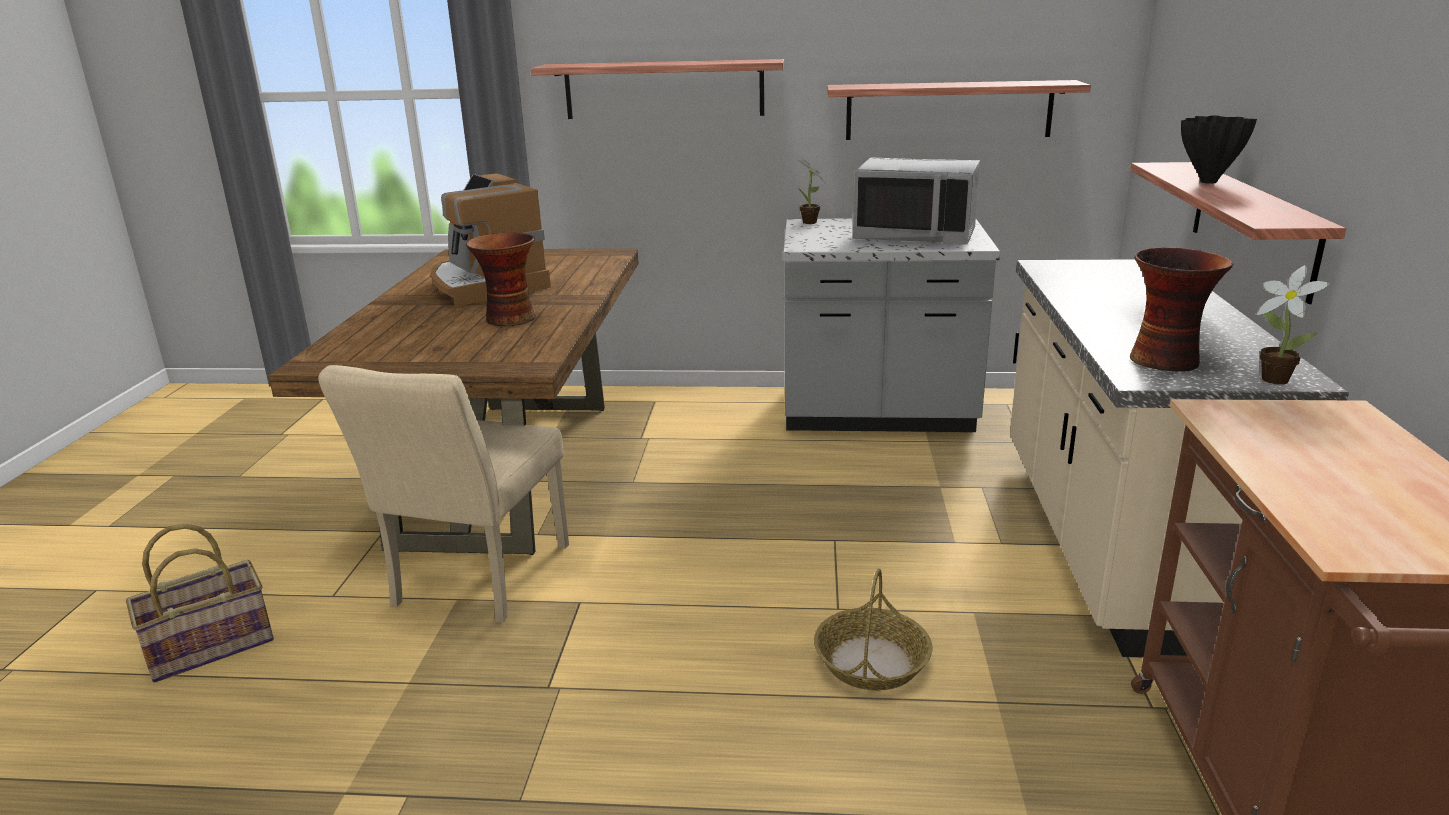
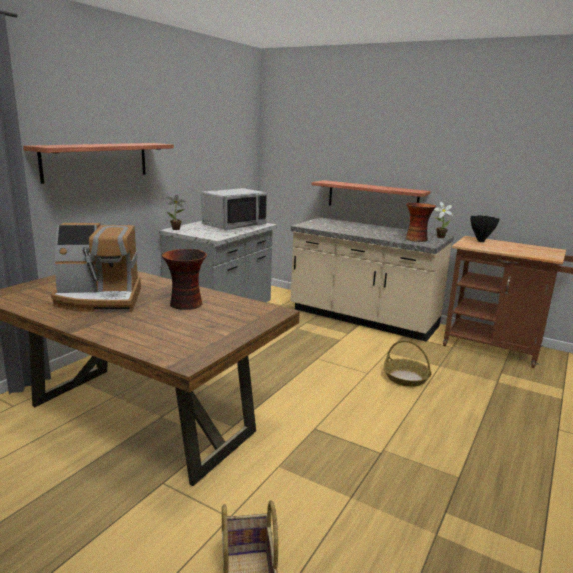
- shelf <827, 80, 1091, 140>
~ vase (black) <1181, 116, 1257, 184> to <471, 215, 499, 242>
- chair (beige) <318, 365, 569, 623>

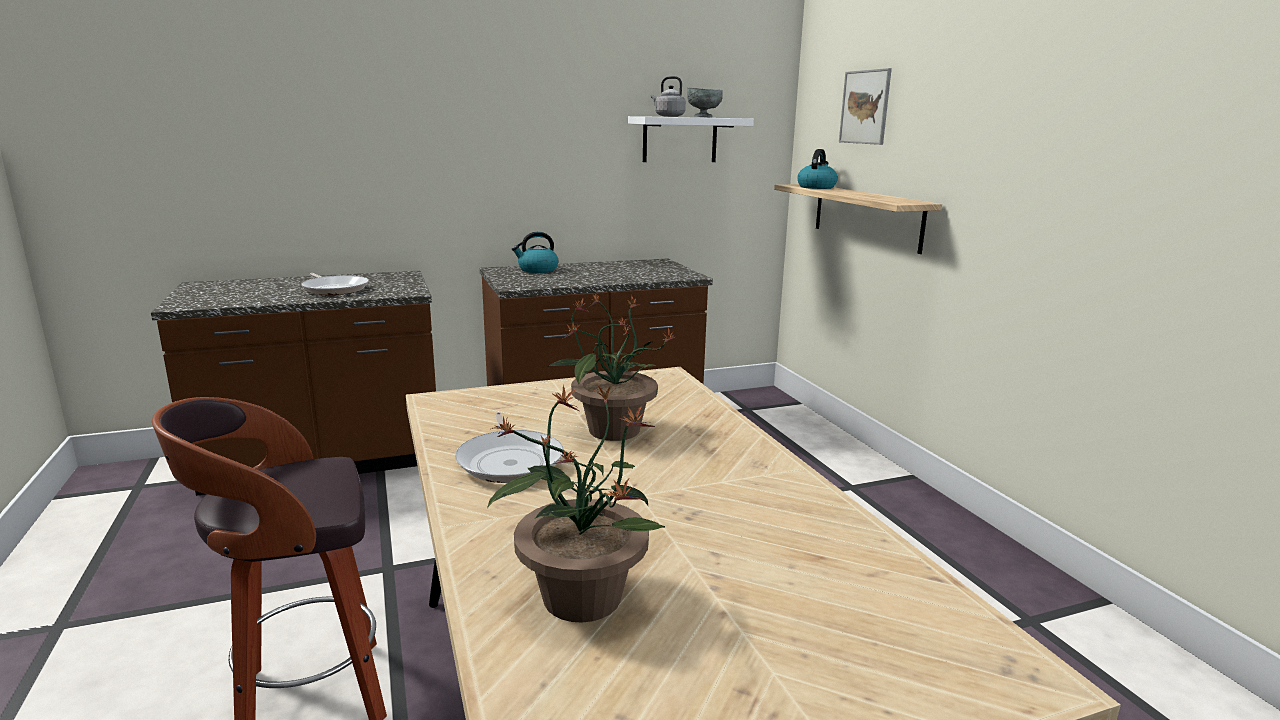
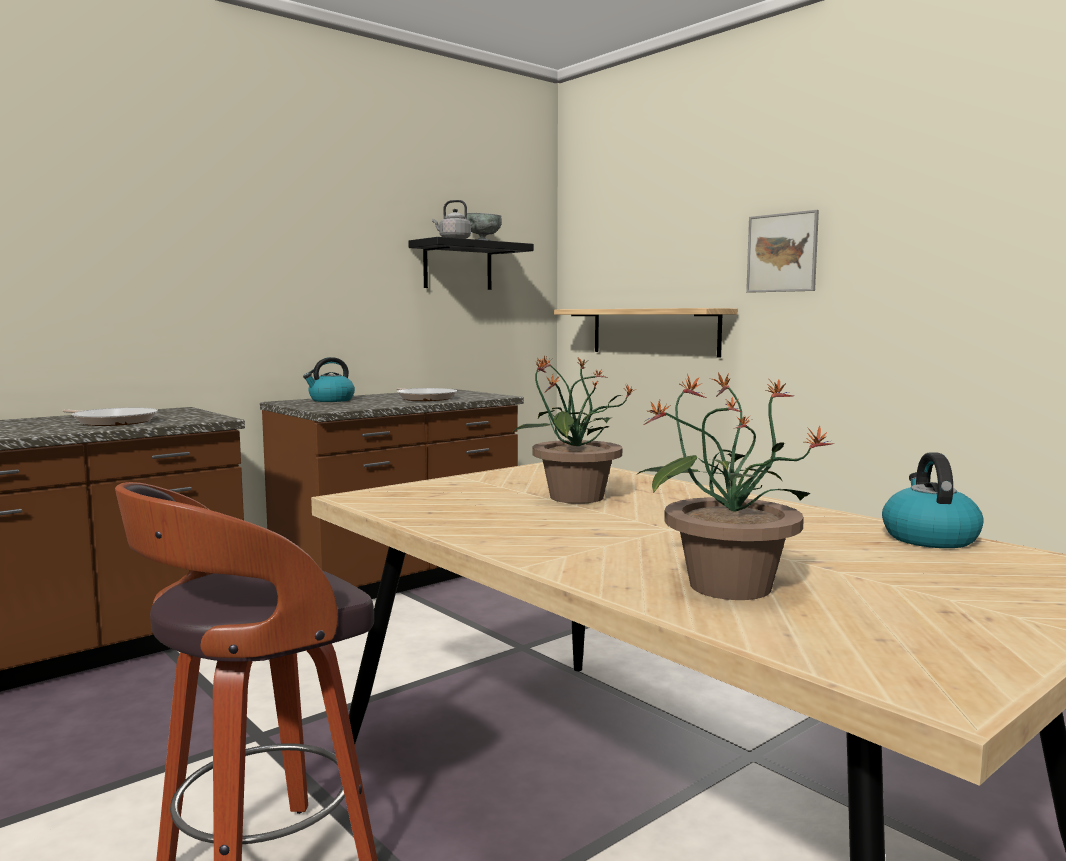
~ picture <839, 68, 892, 145> to <746, 210, 819, 293>
~ shelf (white) <628, 116, 754, 162> to shelf (black) <408, 237, 534, 290>
~ kettle <797, 149, 838, 189> to <882, 452, 984, 548>
~ frying pan <455, 412, 564, 483> to <396, 388, 457, 401>

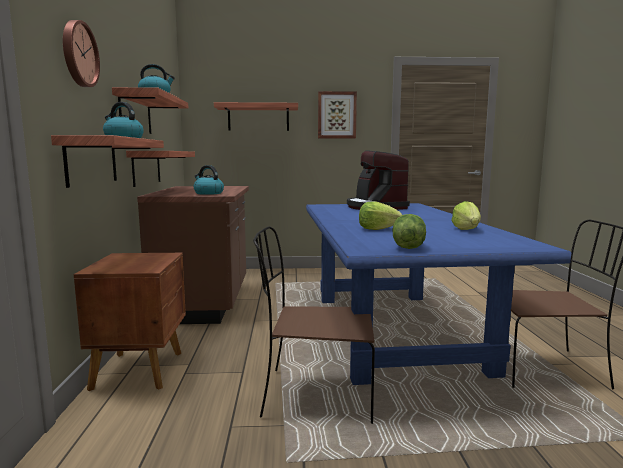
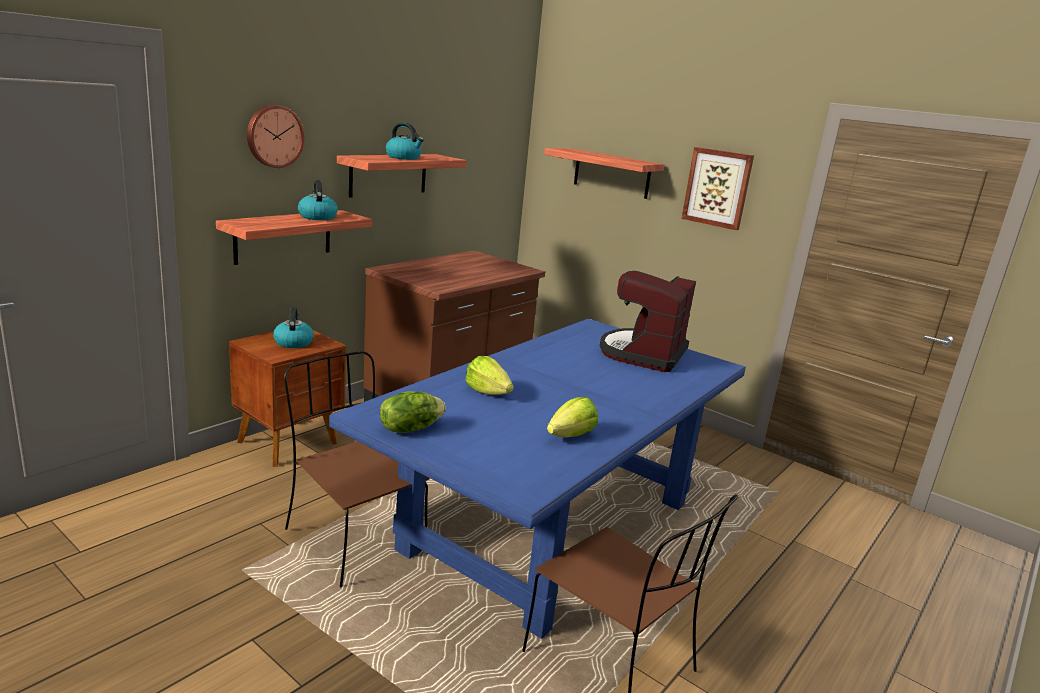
- shelf <126, 151, 195, 187>
~ kettle <194, 165, 224, 195> to <273, 307, 314, 348>

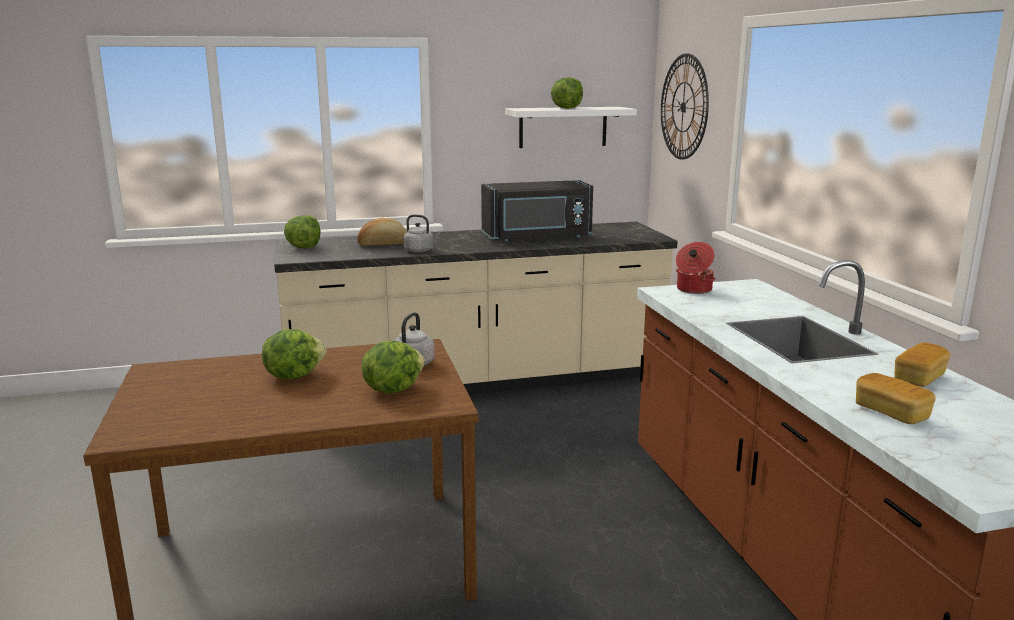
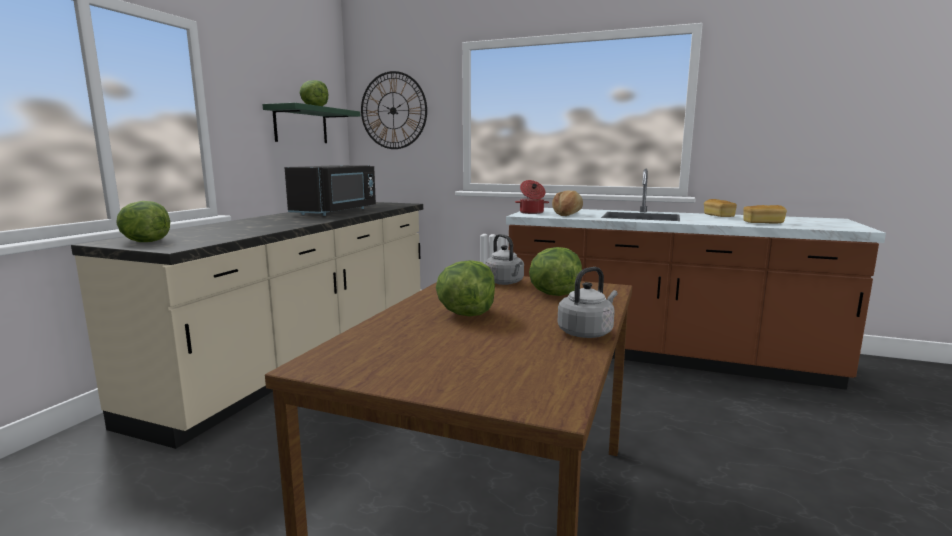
~ shelf (white) <505, 107, 637, 148> to shelf (green) <262, 103, 360, 143>
~ kettle (grey) <403, 215, 440, 253> to <558, 267, 618, 338>
~ bread <357, 218, 407, 246> to <552, 191, 583, 216>

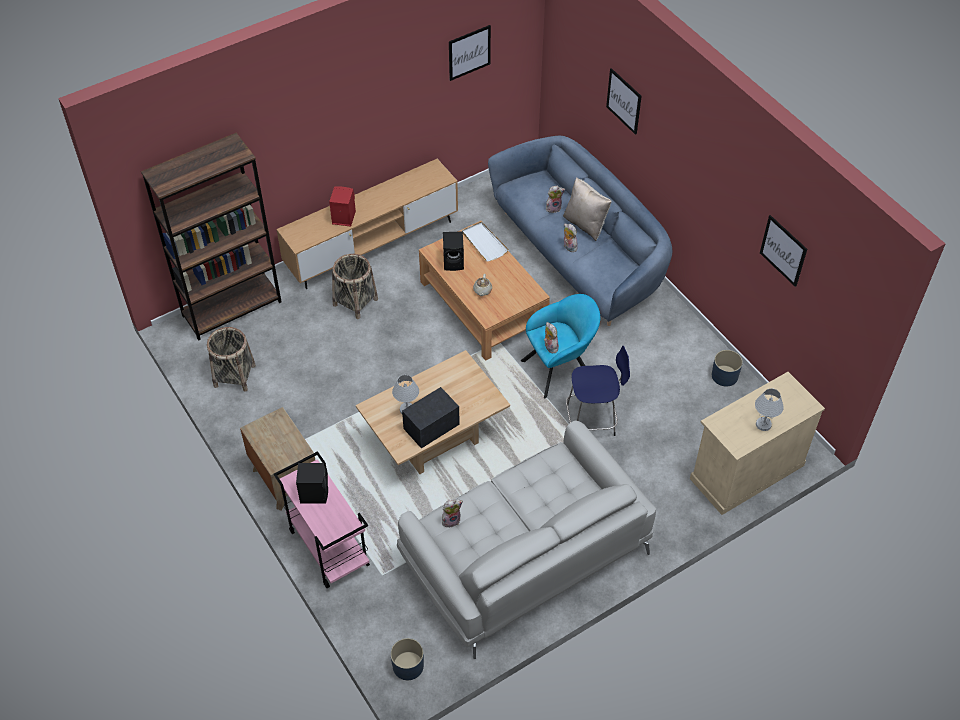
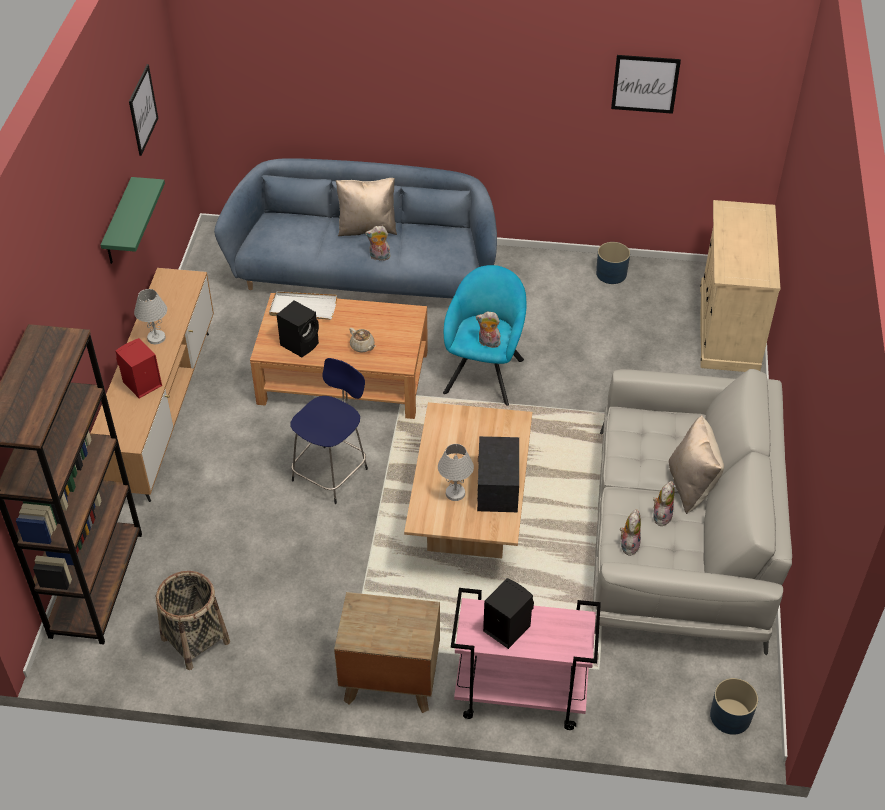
- picture <606, 68, 642, 135>
~ plush toy <546, 186, 565, 213> to <653, 481, 675, 526>
- basket <332, 254, 378, 319>
~ stool (blue) <566, 346, 630, 436> to <290, 358, 368, 504>
~ table lamp (white) <755, 388, 784, 431> to <134, 289, 167, 344>
+ shelf (green) <100, 177, 165, 264>
+ pillow (beige) <669, 415, 724, 514>

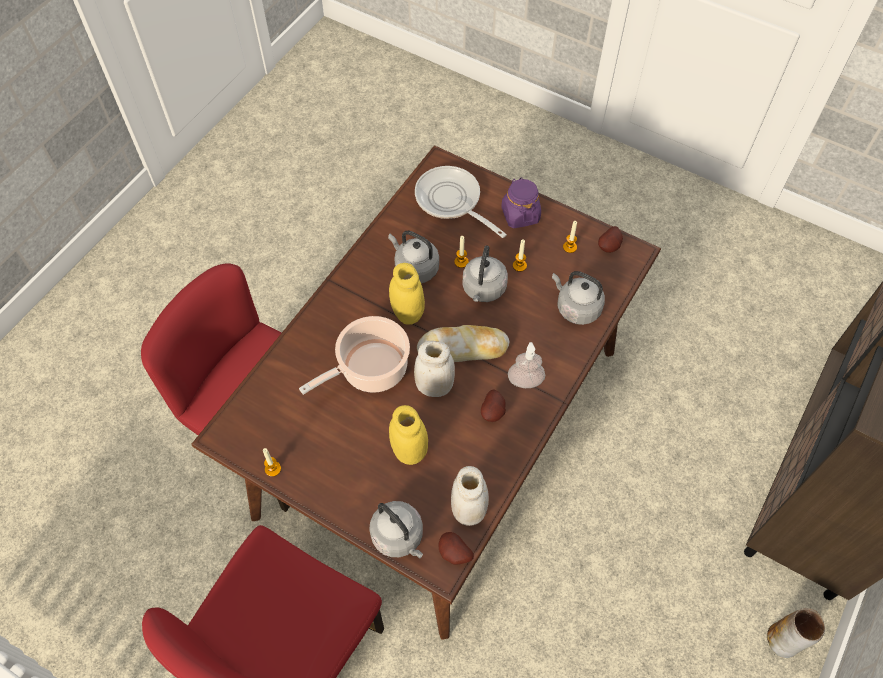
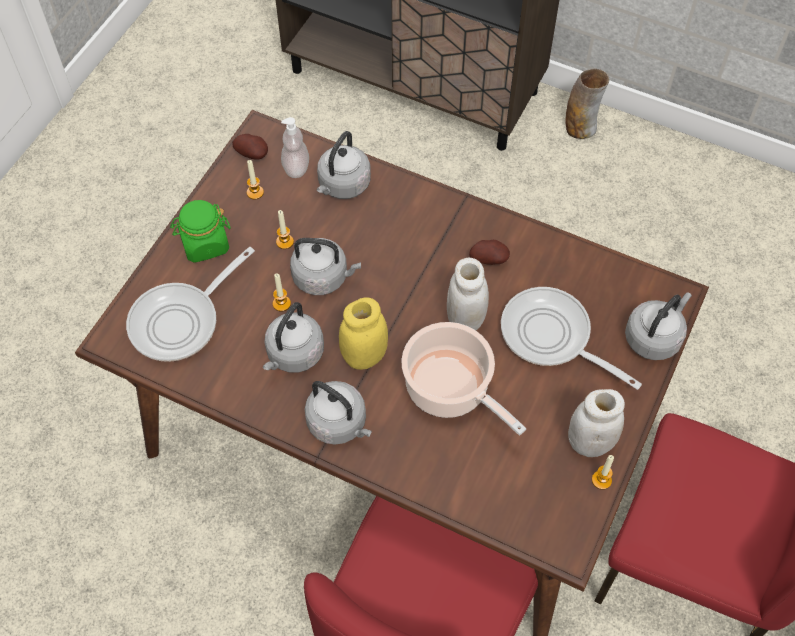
~ jar (purple) <501, 177, 541, 228> to jar (green) <170, 200, 231, 263>
- bread <417, 325, 509, 362>
~ soap dispenser <508, 342, 545, 388> to <281, 117, 309, 178>
~ jar (yellow) <389, 405, 428, 465> to frying pan <501, 287, 642, 390>
~ jar (white) <451, 466, 489, 526> to <568, 389, 625, 457>
- potato <438, 532, 474, 565>
+ kettle (grey) <305, 381, 372, 444>

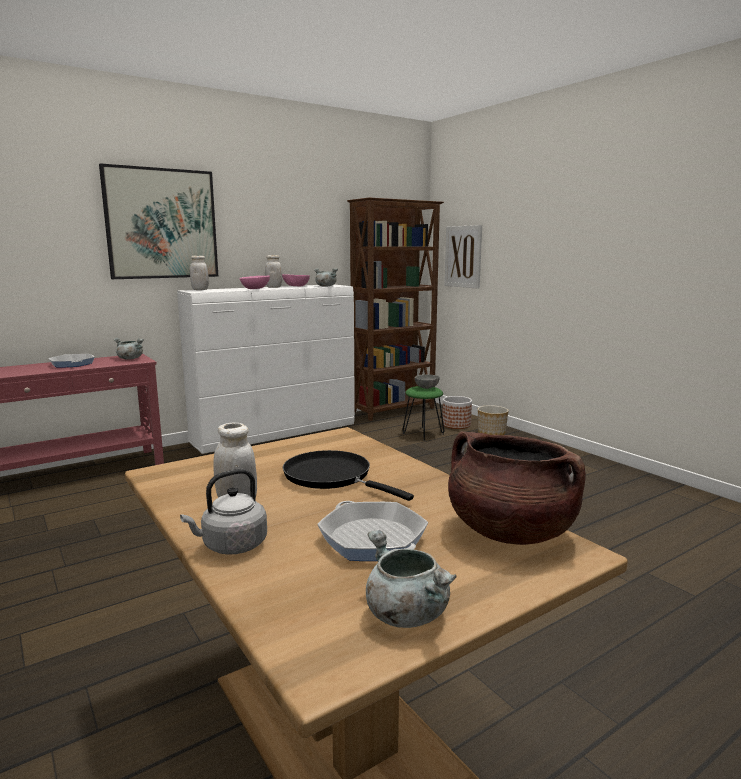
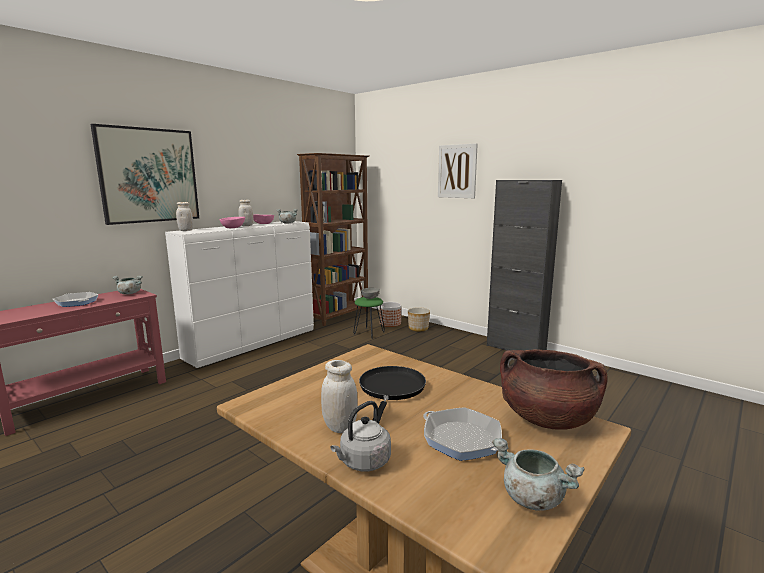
~ picture <444, 225, 482, 289> to <438, 143, 478, 198>
~ frying pan (black) <283, 450, 414, 501> = <359, 366, 426, 424> 75 degrees clockwise
+ cabinet (black) <487, 180, 562, 351>

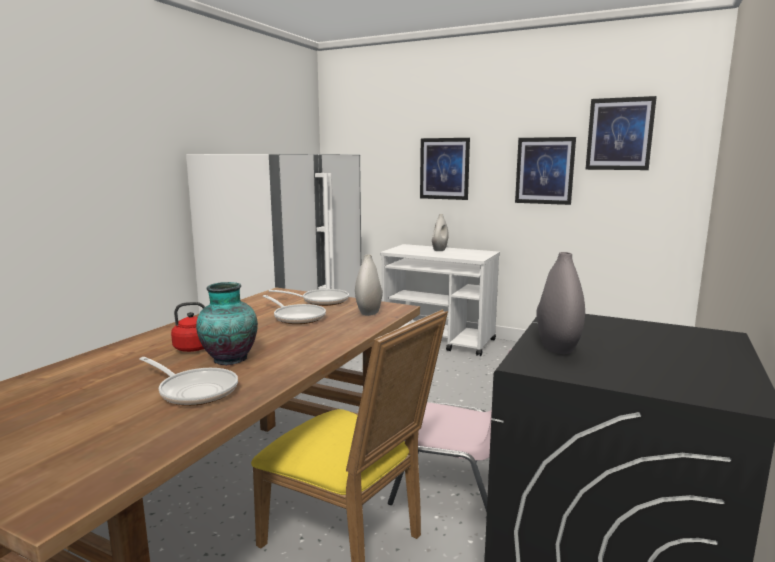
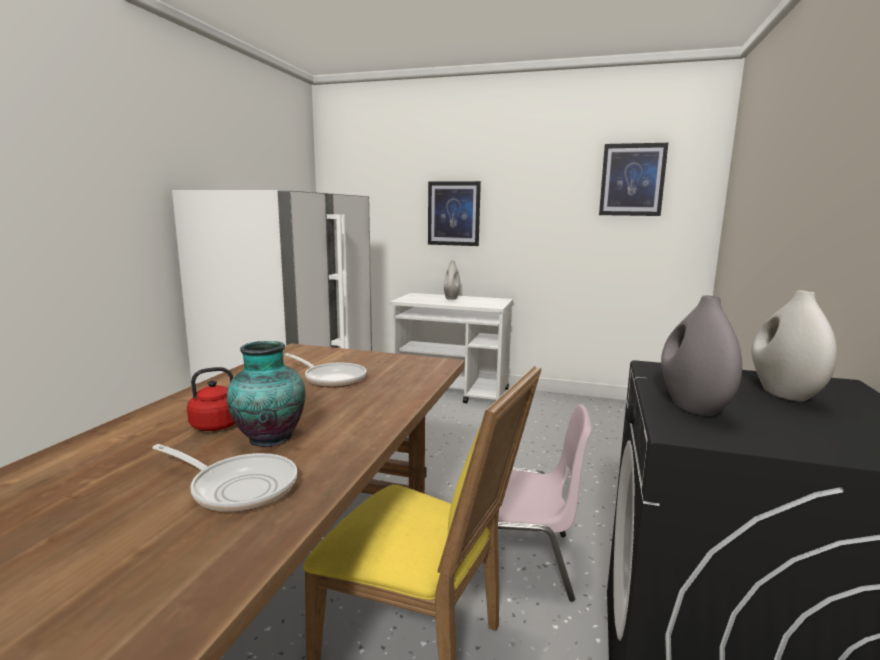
- picture <515, 137, 576, 205>
~ vase (white) <355, 254, 383, 316> to <751, 290, 837, 402>
- frying pan <269, 289, 349, 306>

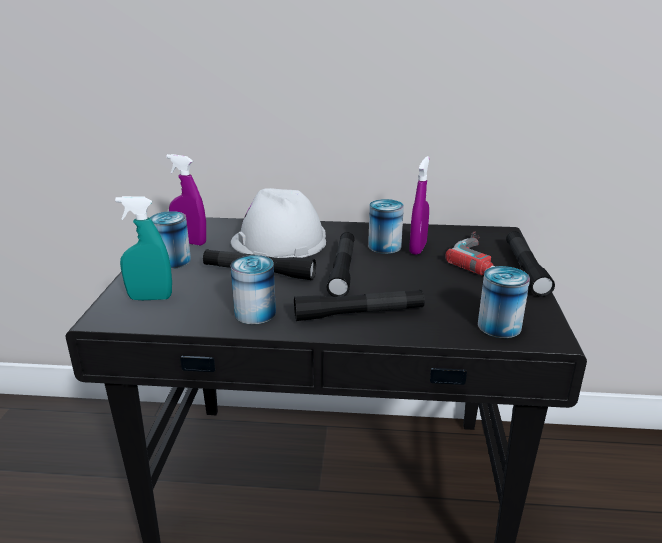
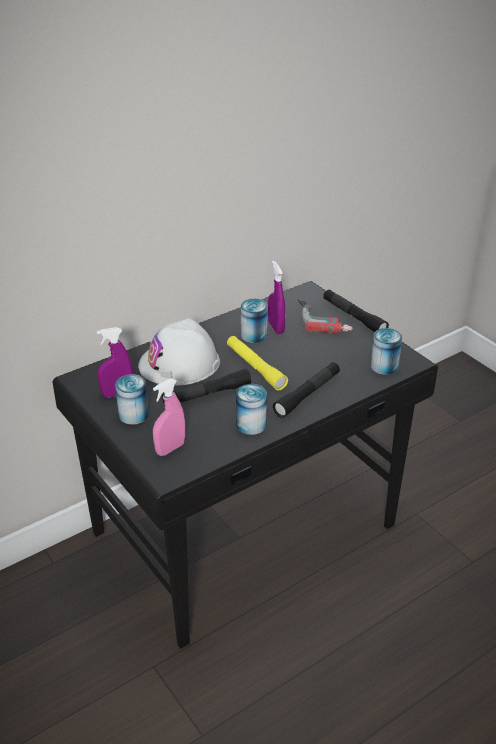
~ spray bottle (turquoise) <115, 196, 172, 300> to spray bottle (pink) <153, 378, 185, 456>
~ flashlight (black) <326, 232, 355, 297> to flashlight (yellow) <227, 336, 288, 390>

